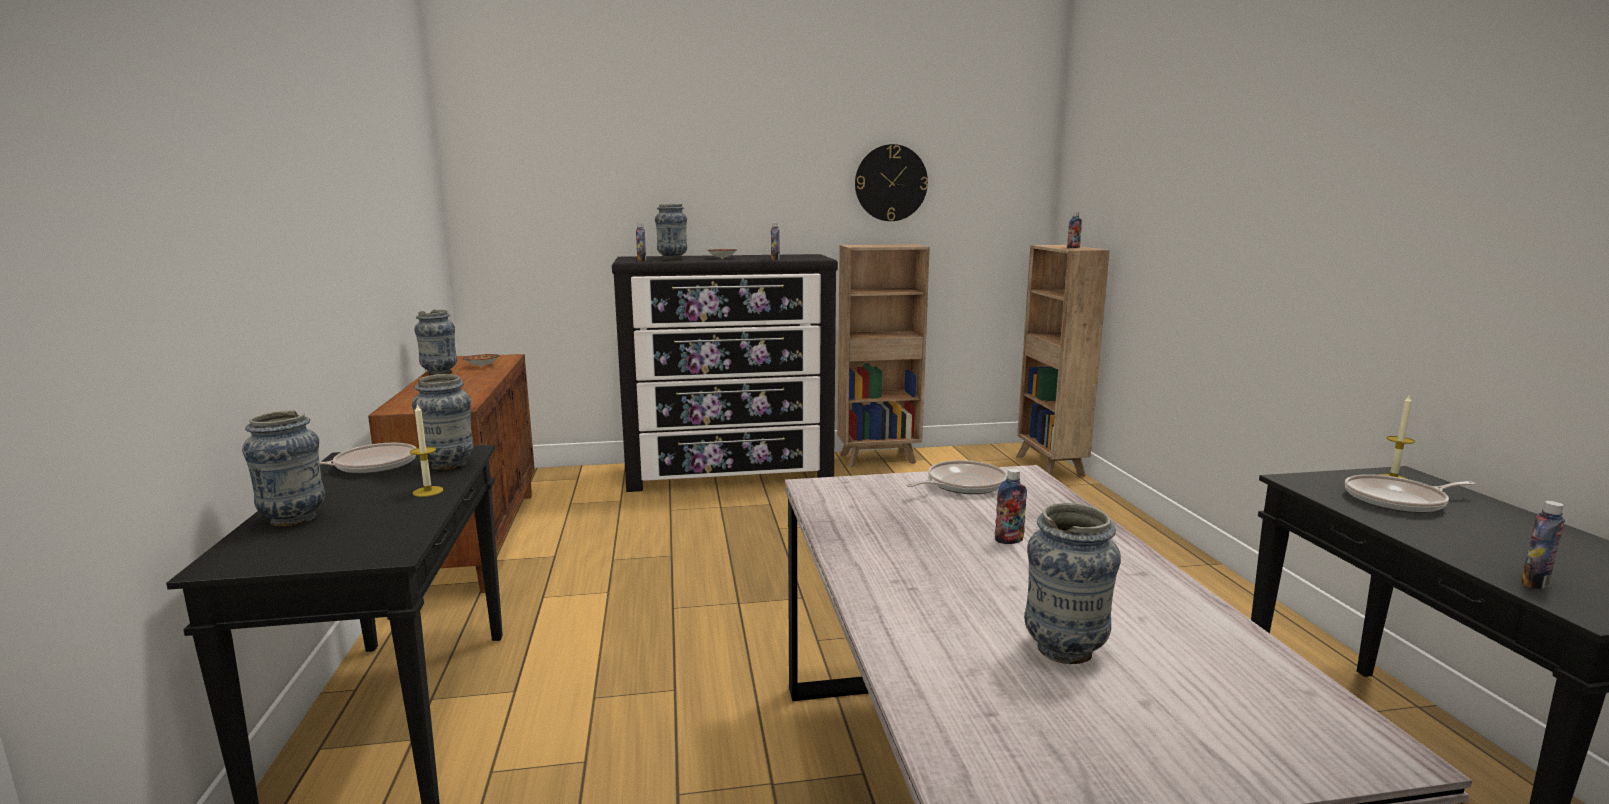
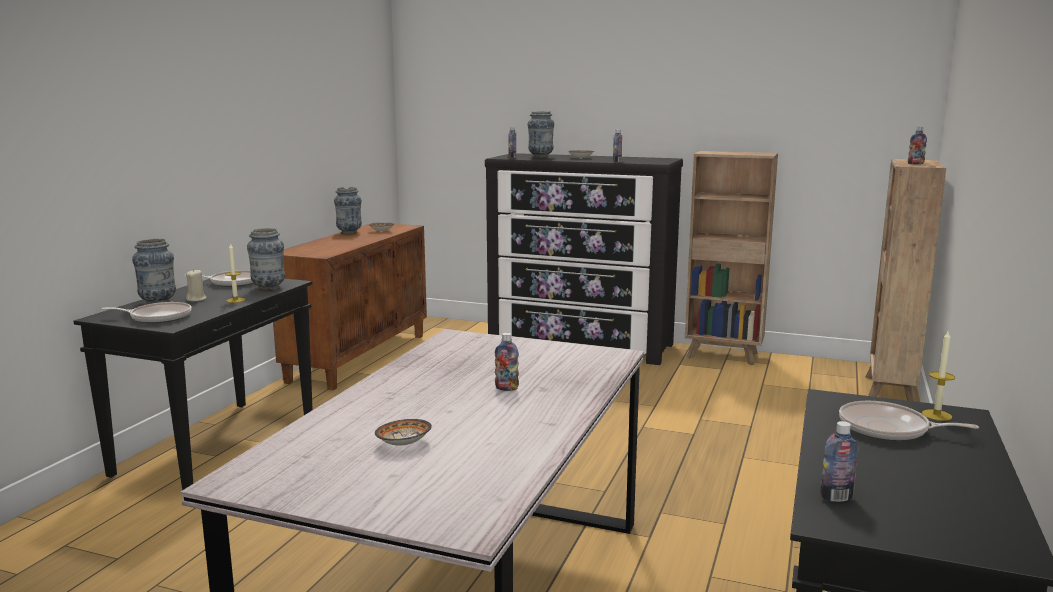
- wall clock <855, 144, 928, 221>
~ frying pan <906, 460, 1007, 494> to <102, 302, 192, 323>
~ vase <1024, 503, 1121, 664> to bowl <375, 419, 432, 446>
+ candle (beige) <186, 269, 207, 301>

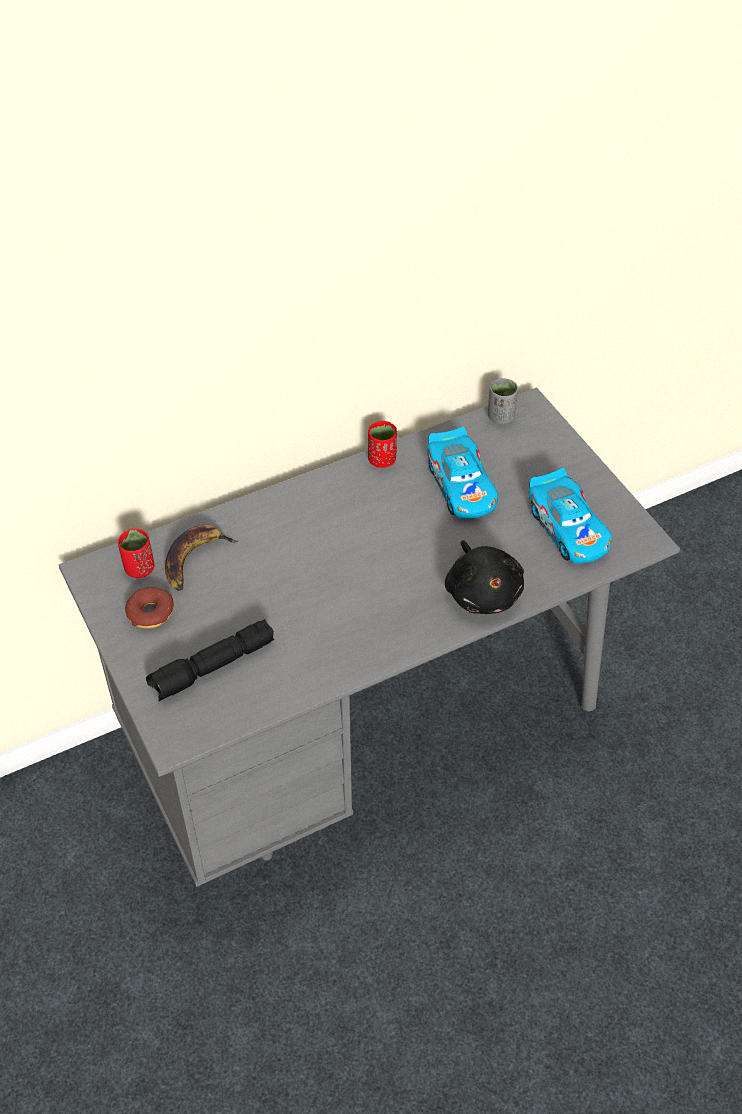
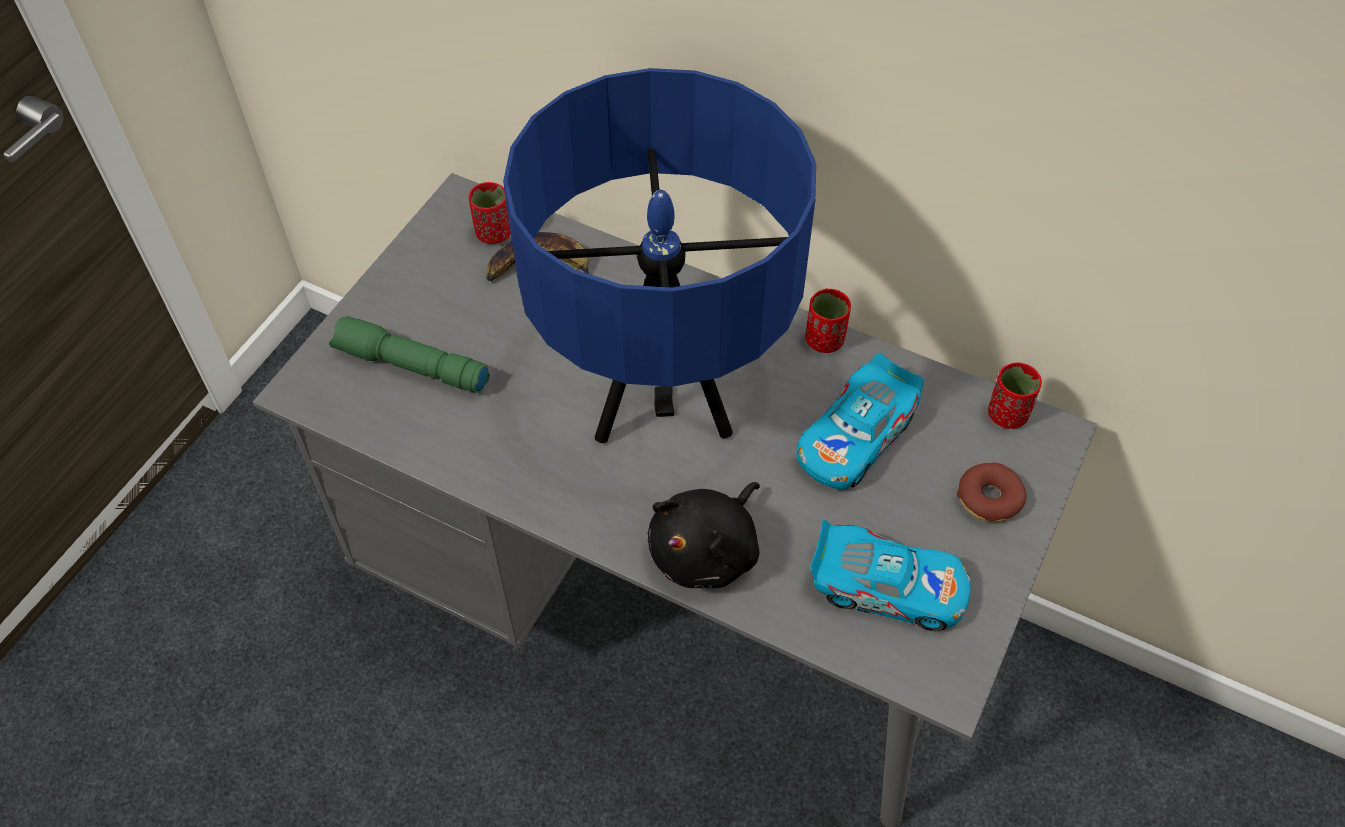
~ cup (grey) <488, 378, 518, 424> to cup (red) <988, 362, 1042, 429>
~ toy car <529, 468, 612, 564> = <810, 520, 971, 631> 105 degrees counterclockwise
~ donut <125, 587, 174, 629> to <957, 463, 1027, 522>
~ flashlight (black) <146, 619, 274, 701> to flashlight (green) <329, 316, 490, 394>
+ table lamp (blue) <503, 68, 816, 443>

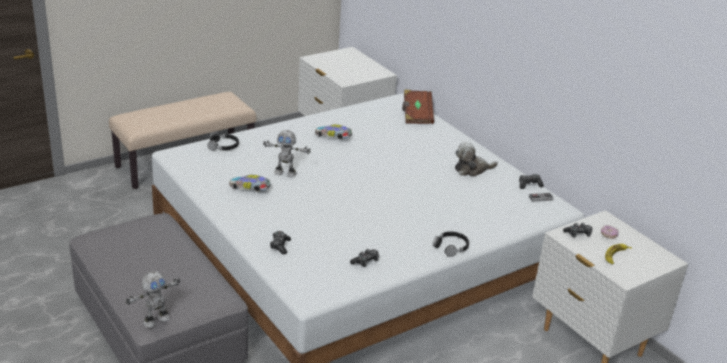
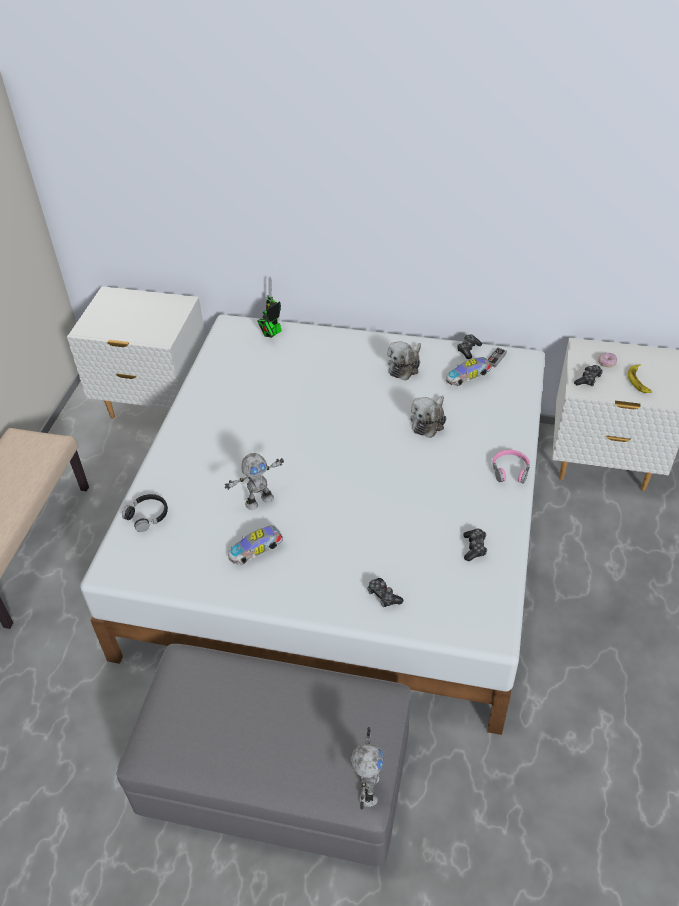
~ book (brown) <402, 90, 434, 124> to toy robot <257, 277, 282, 338>
~ toy car <315, 124, 352, 139> to <446, 357, 491, 386>
~ headphones (black) <433, 231, 469, 257> to headphones (pink) <493, 450, 530, 484>
+ plush toy <410, 396, 446, 438>

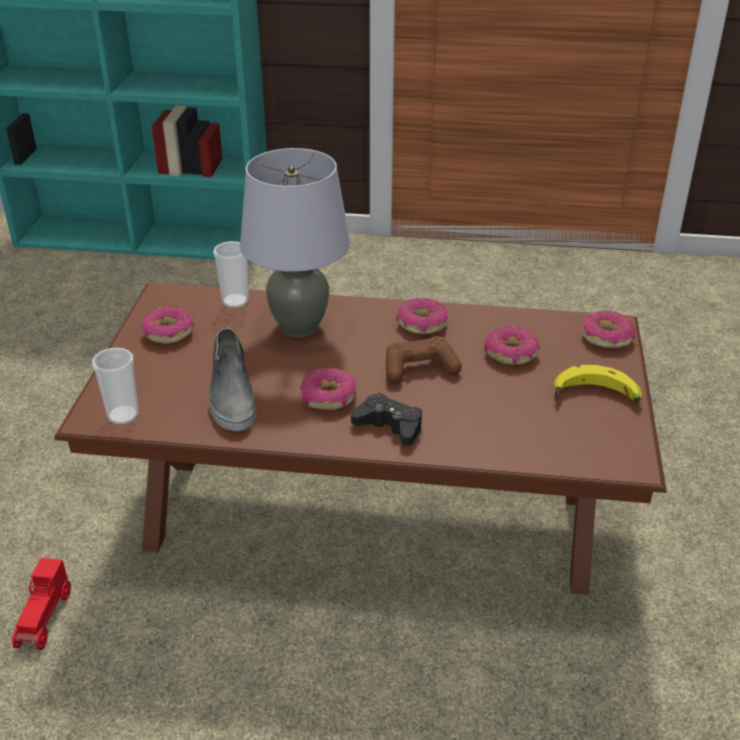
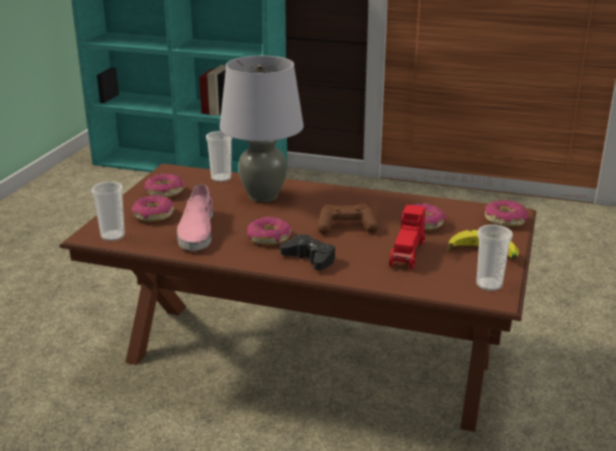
~ donut <396, 298, 448, 334> to <131, 195, 174, 222>
~ shoe (grey) <208, 328, 255, 431> to shoe (pink) <177, 184, 213, 251>
~ toy car (red) <12, 558, 71, 650> to <389, 204, 425, 269>
+ cup <476, 225, 513, 291>

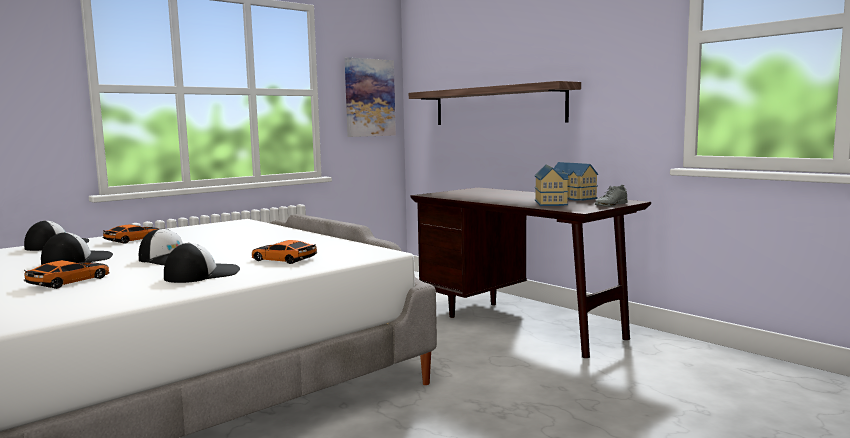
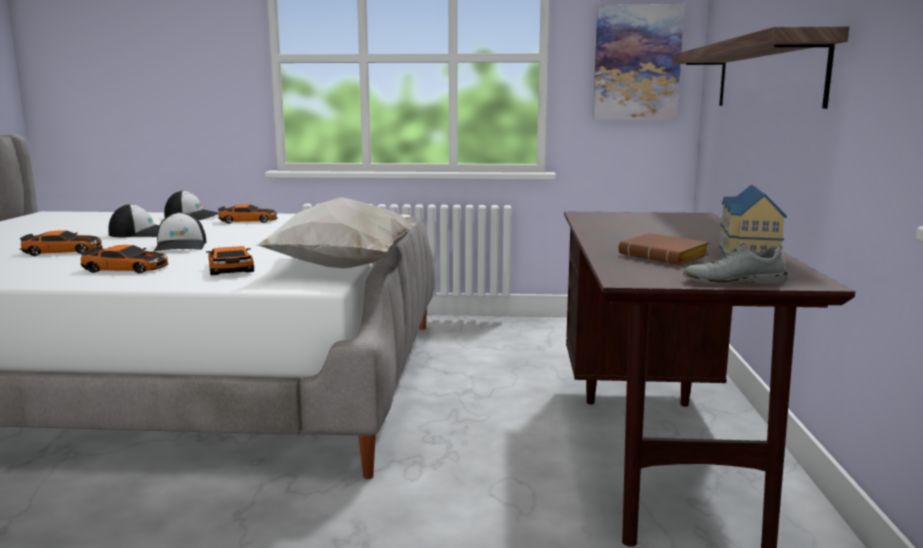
~ toy house <535, 165, 568, 206> to book (brown) <619, 233, 709, 265>
~ cap <164, 243, 240, 283> to toy car <80, 245, 168, 274>
+ pillow (white) <252, 197, 415, 269>

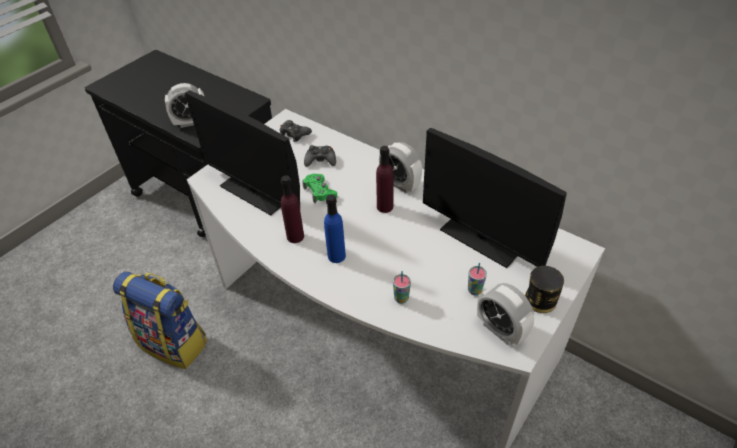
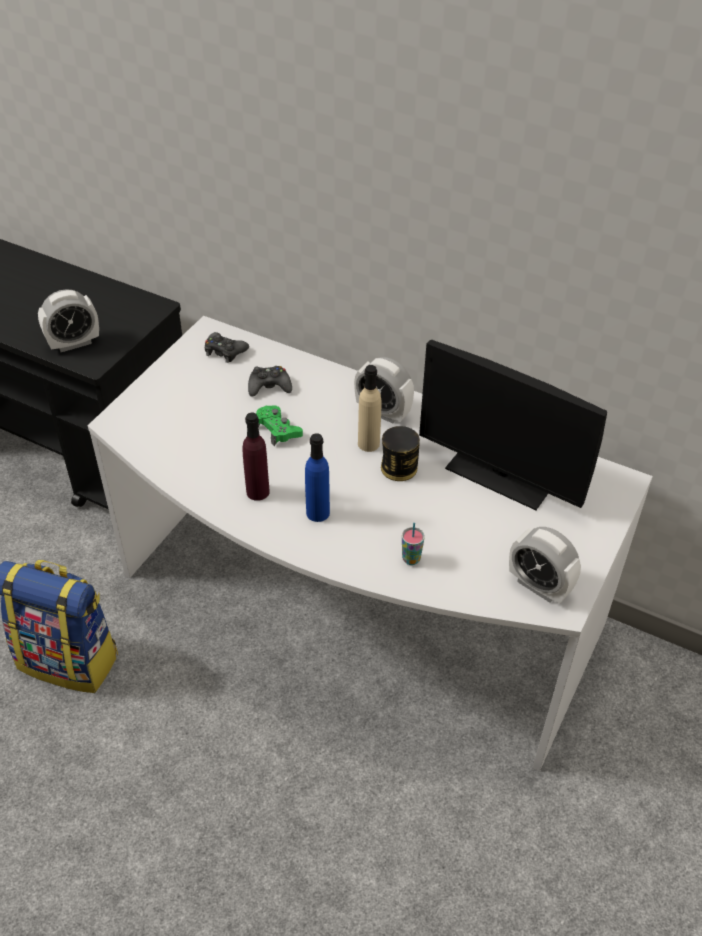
- monitor <185, 90, 300, 215>
~ bottle (purple) <376, 146, 394, 213> to bottle (beige) <358, 365, 381, 452>
- cup <468, 263, 487, 295>
~ can <525, 266, 564, 313> to <381, 426, 420, 481>

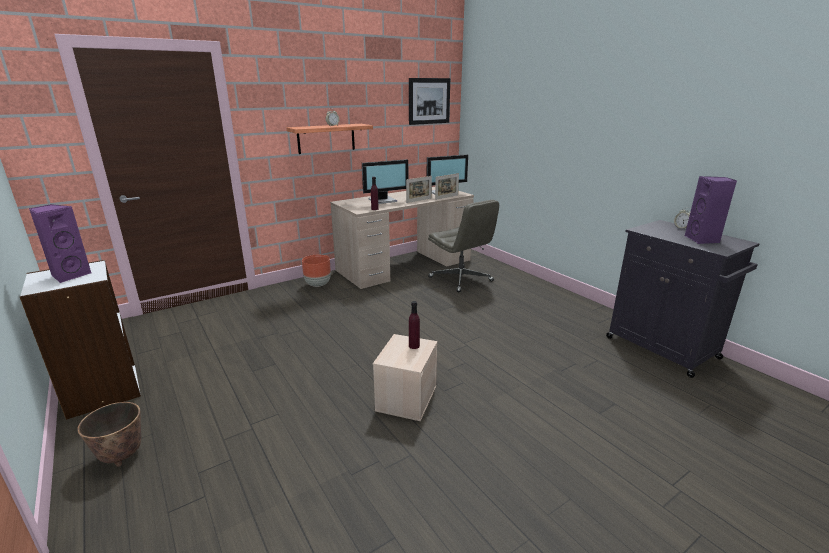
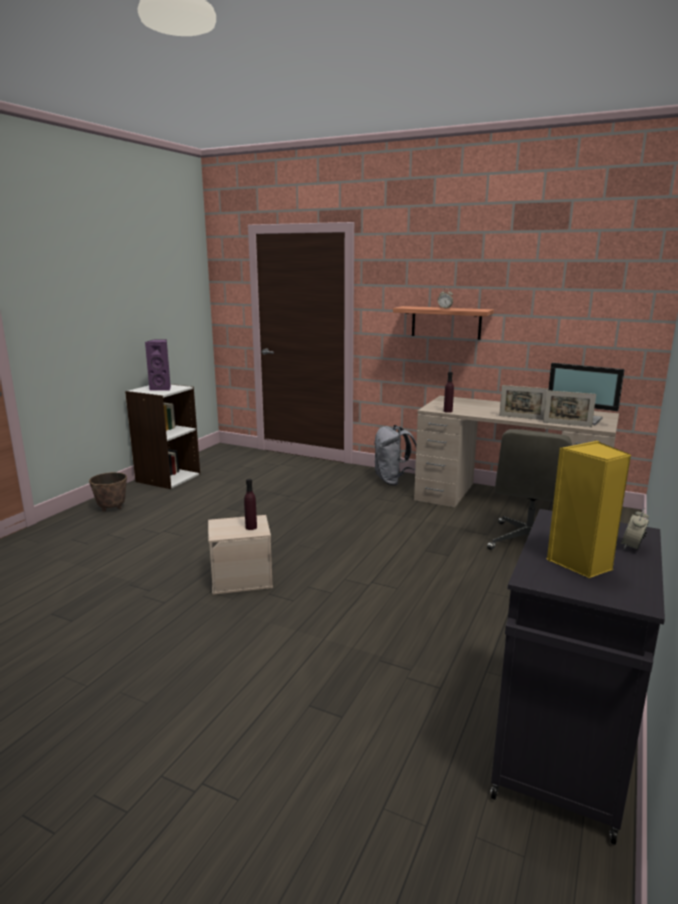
- picture <409, 78, 450, 125>
- monitor <362, 159, 408, 204>
~ speaker (purple) <685, 176, 737, 244> to speaker (yellow) <546, 440, 631, 578>
~ planter (brown) <302, 255, 331, 287> to backpack (grey) <374, 425, 416, 486>

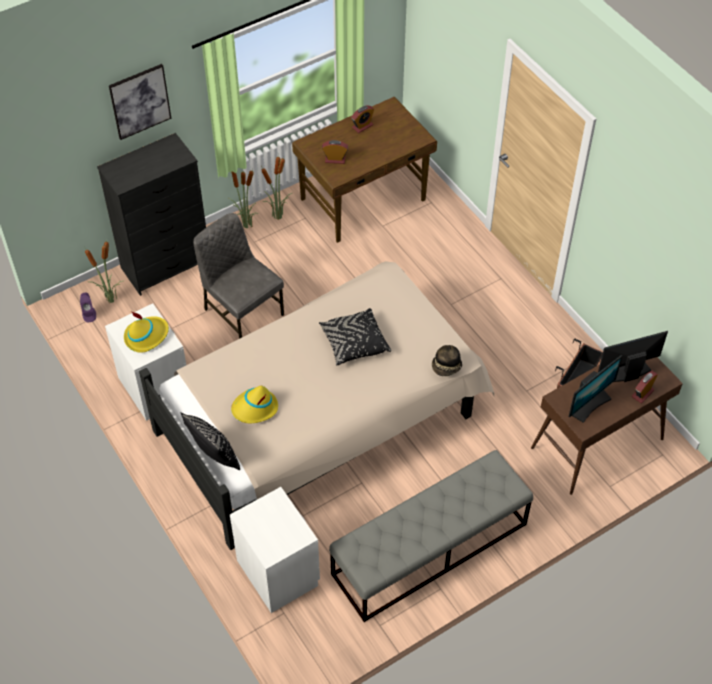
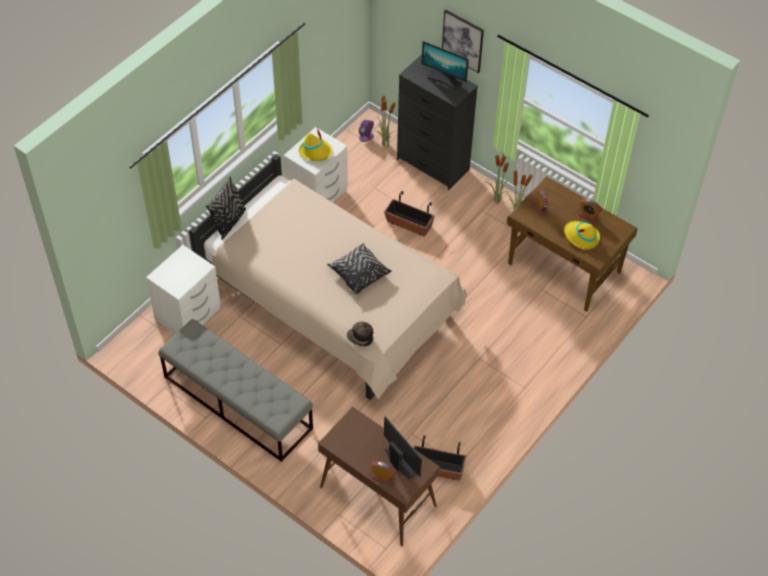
~ chair (grey) <193, 213, 284, 339> to planter <384, 191, 435, 237>
~ monitor <569, 355, 623, 423> to <421, 41, 469, 89>
~ hat (yellow) <231, 386, 278, 423> to <564, 221, 600, 250>

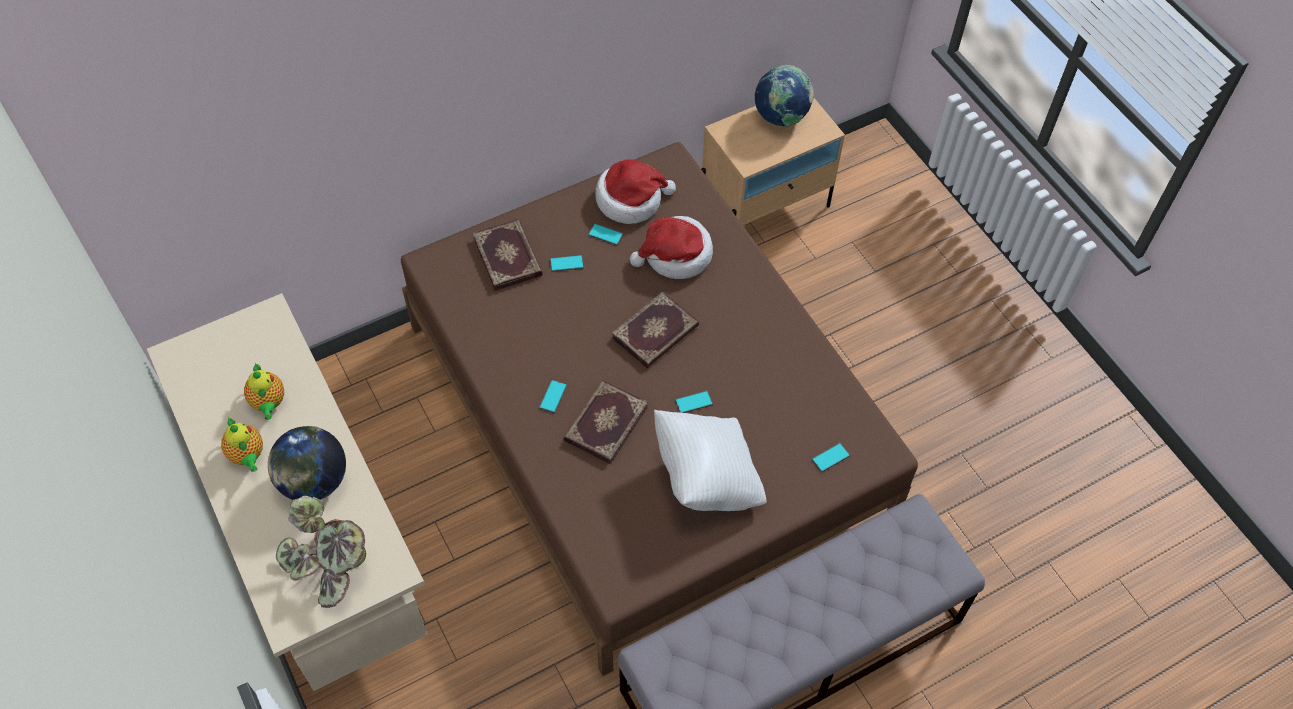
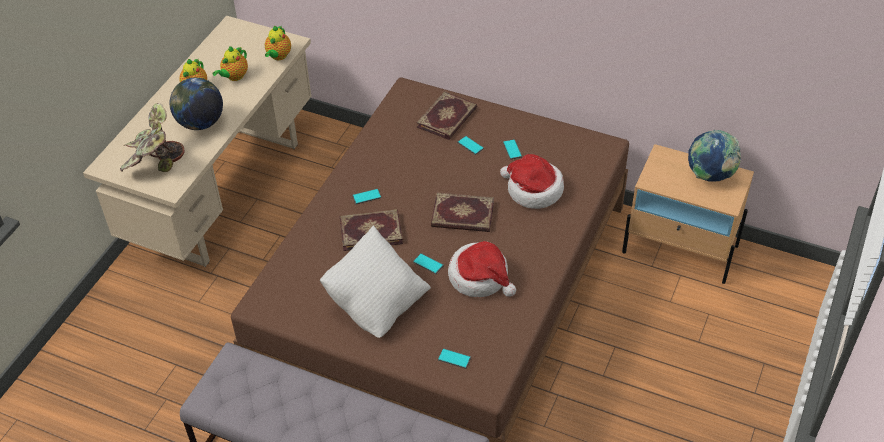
~ hat <595, 159, 676, 224> to <448, 241, 516, 297>
+ teapot <265, 26, 291, 60>

